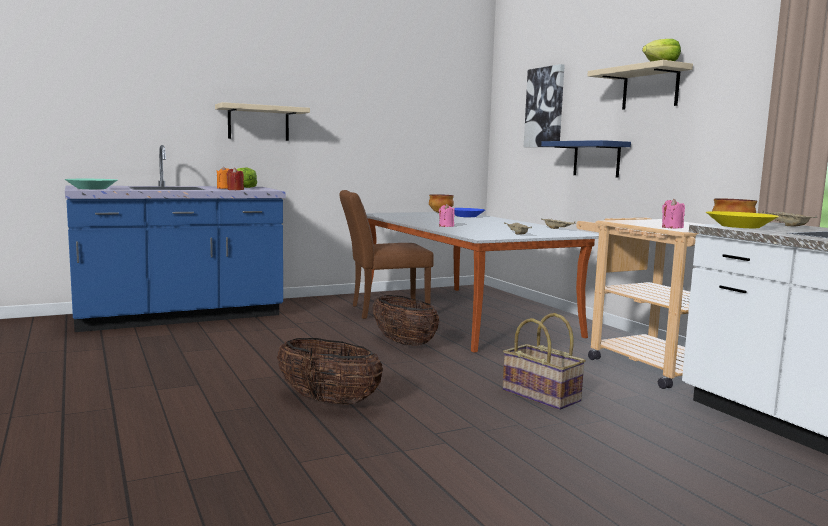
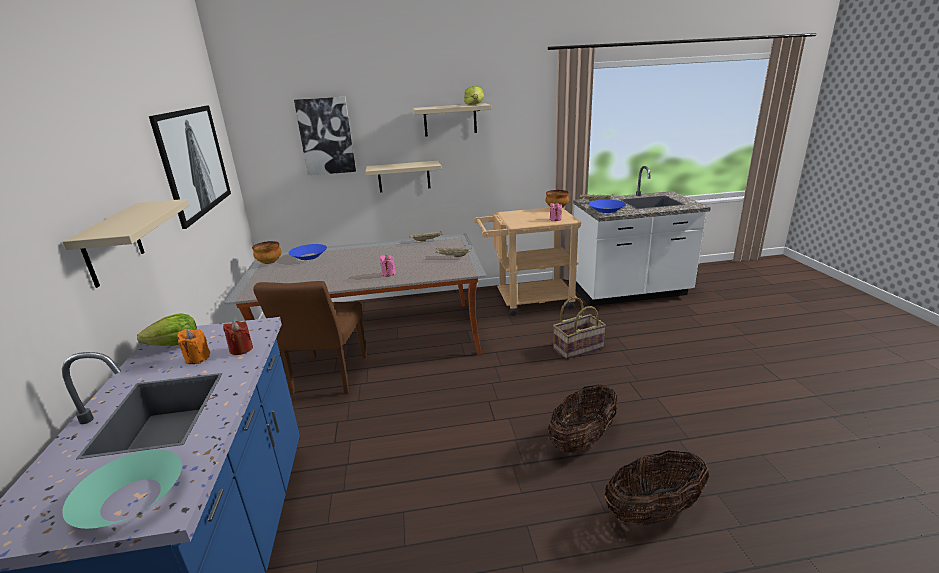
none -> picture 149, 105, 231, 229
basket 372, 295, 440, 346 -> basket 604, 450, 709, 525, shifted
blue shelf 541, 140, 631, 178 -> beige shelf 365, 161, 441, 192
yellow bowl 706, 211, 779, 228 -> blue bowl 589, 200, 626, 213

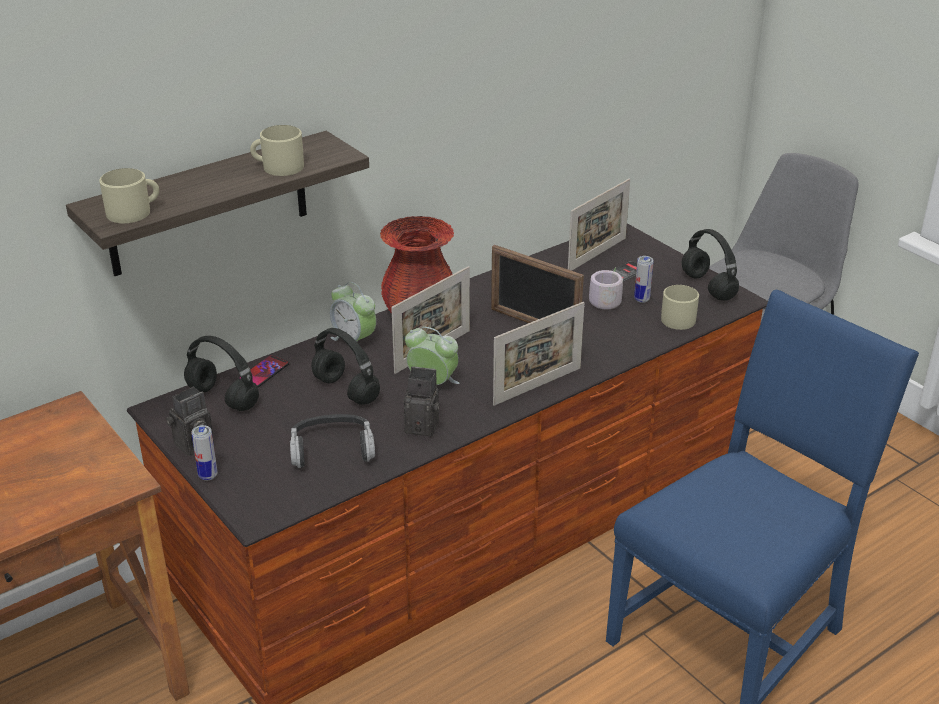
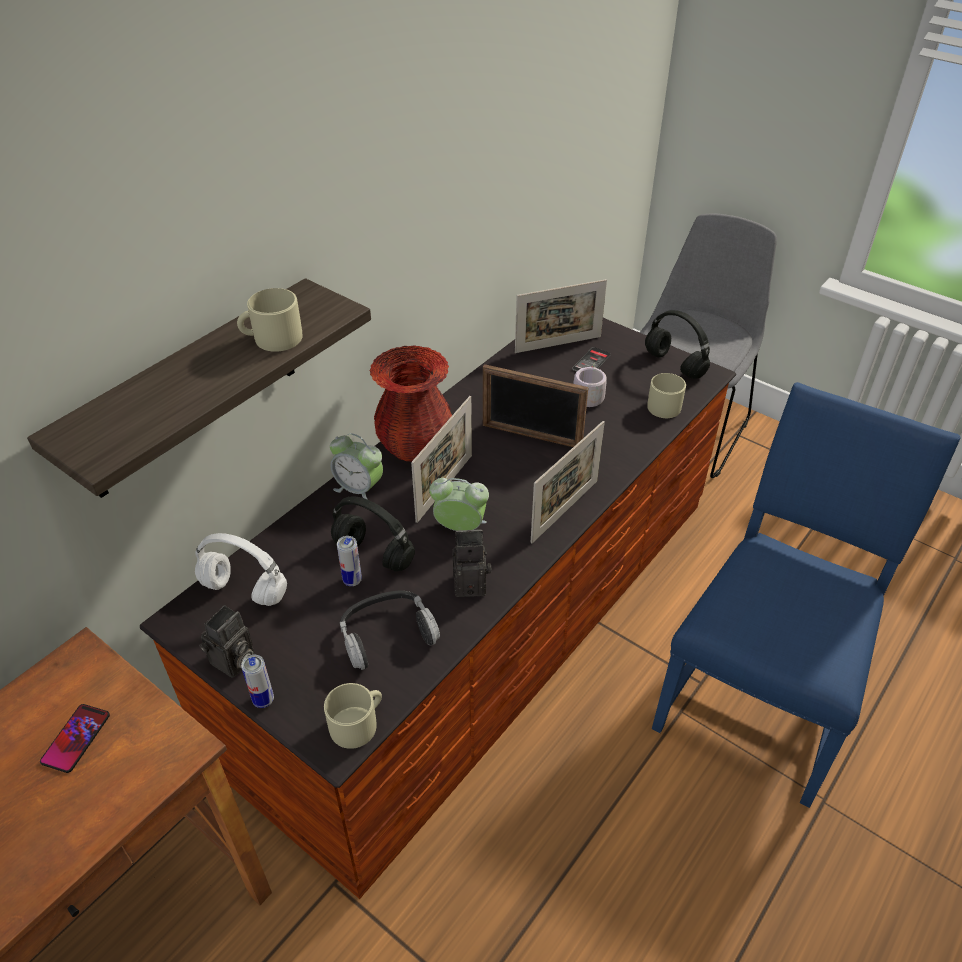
beige mug 99, 168, 159, 223 -> beige mug 324, 683, 382, 749, shifted
phone 239, 355, 289, 387 -> phone 40, 704, 110, 773, shifted
can 634, 256, 654, 303 -> can 337, 536, 362, 586, shifted
black headphones 184, 336, 259, 411 -> white headphones 195, 533, 287, 606
picture frame 568, 179, 630, 271 -> picture frame 515, 279, 607, 353, 45 degrees clockwise

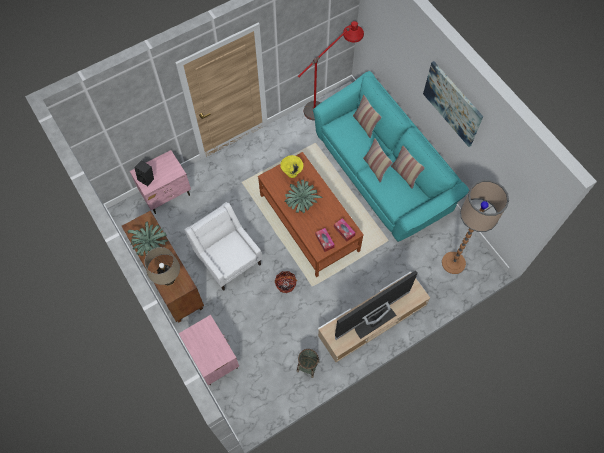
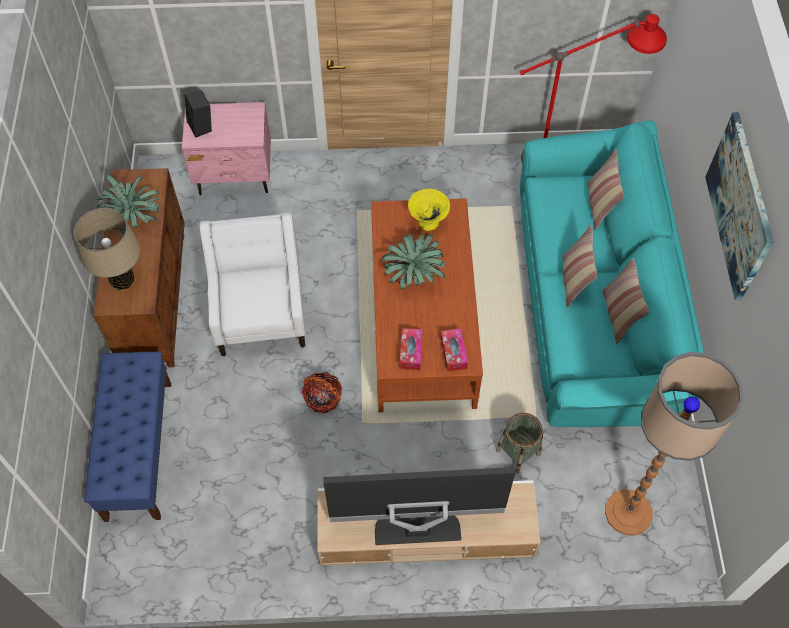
basket 297, 349, 319, 378 -> basket 496, 413, 543, 473, shifted
pink nightstand 178, 315, 239, 385 -> blue bench 84, 352, 171, 522

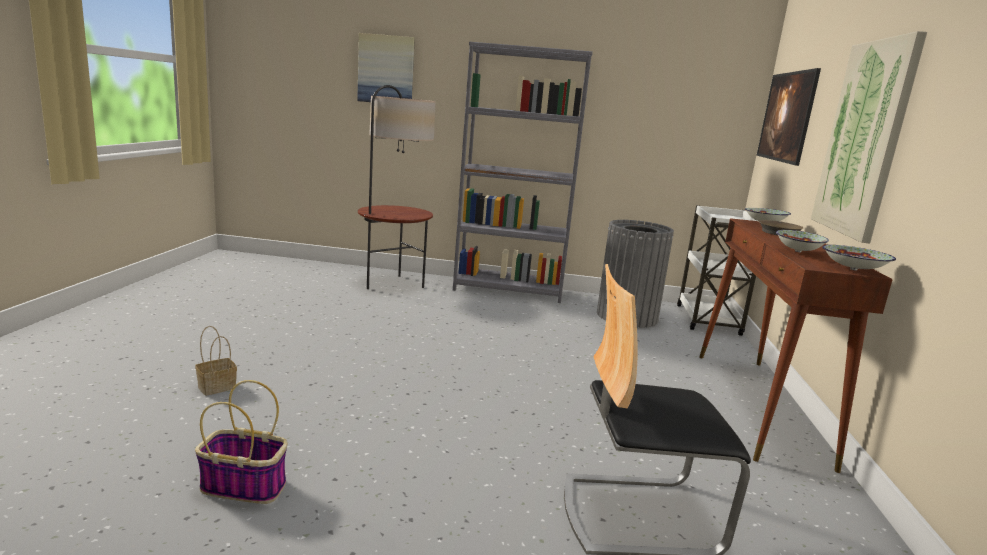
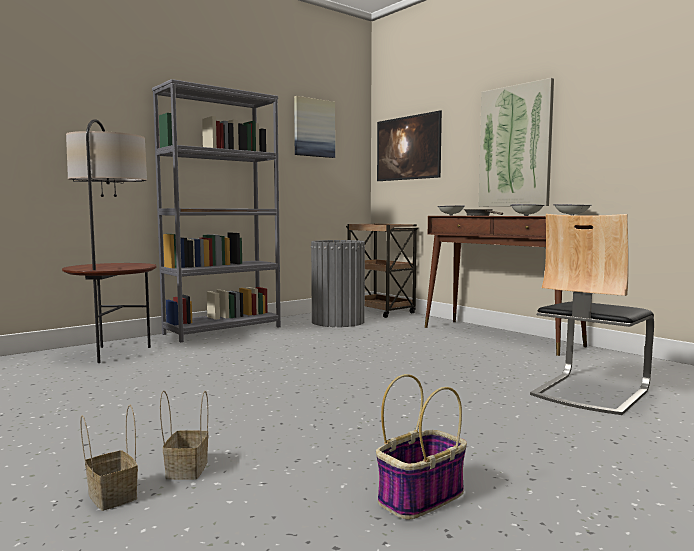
none -> basket 80, 405, 138, 511
picture 357, 33, 415, 102 -> picture 294, 96, 335, 158, shifted
white cart 677, 205, 757, 336 -> brown cart 346, 224, 419, 318

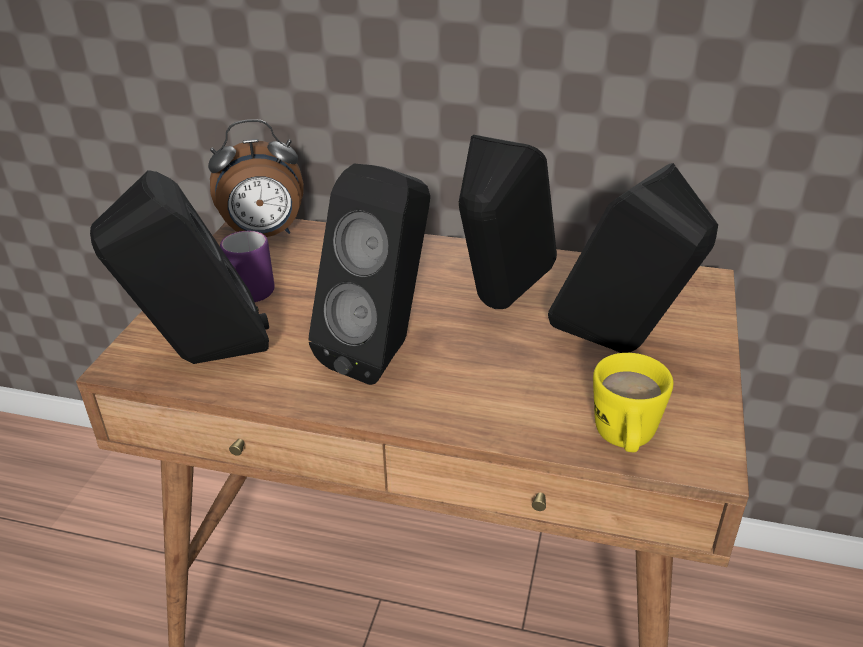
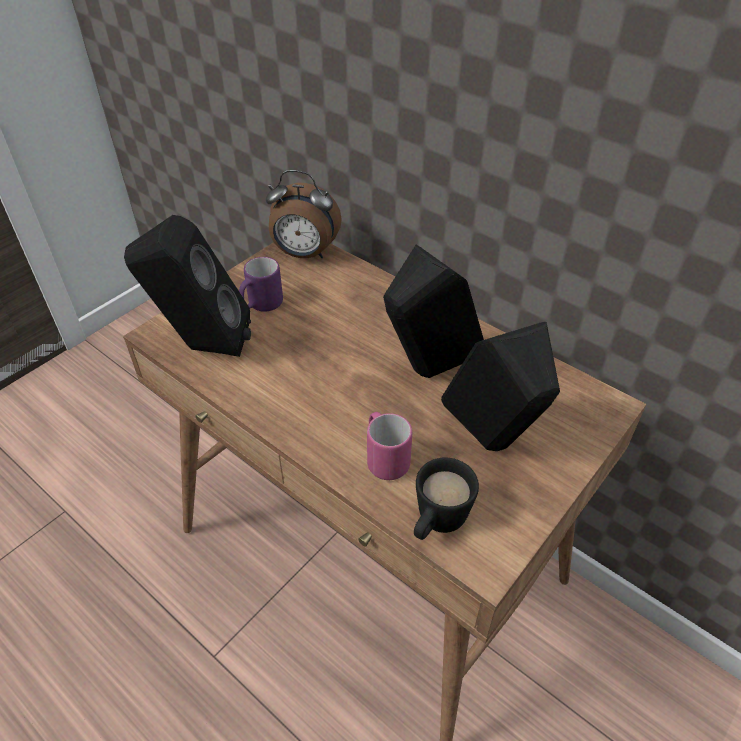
black speaker 309, 164, 430, 385 -> none
none -> pink mug 367, 412, 412, 480
yellow mug 593, 353, 673, 452 -> black mug 414, 457, 479, 540

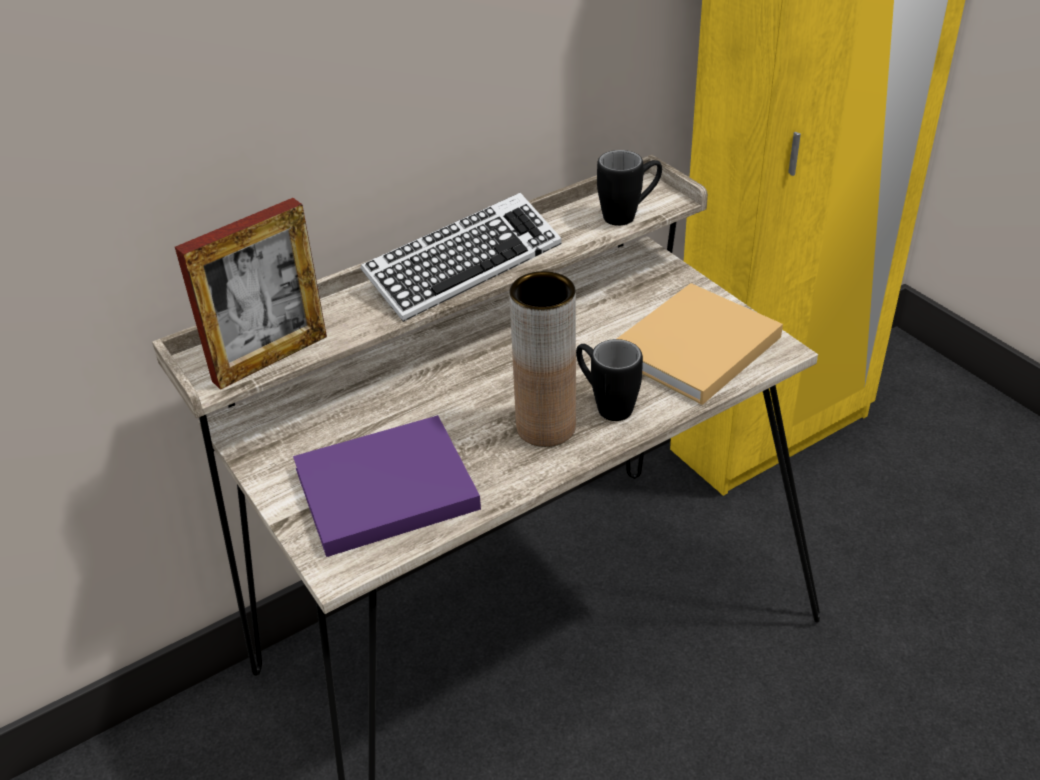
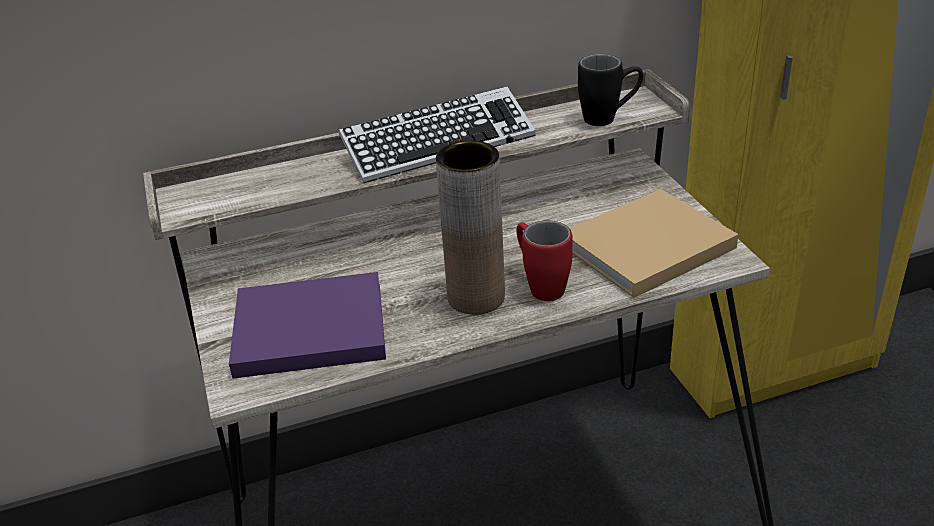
picture frame 175, 198, 327, 390 -> none
black mug 576, 339, 643, 421 -> red mug 516, 221, 573, 301

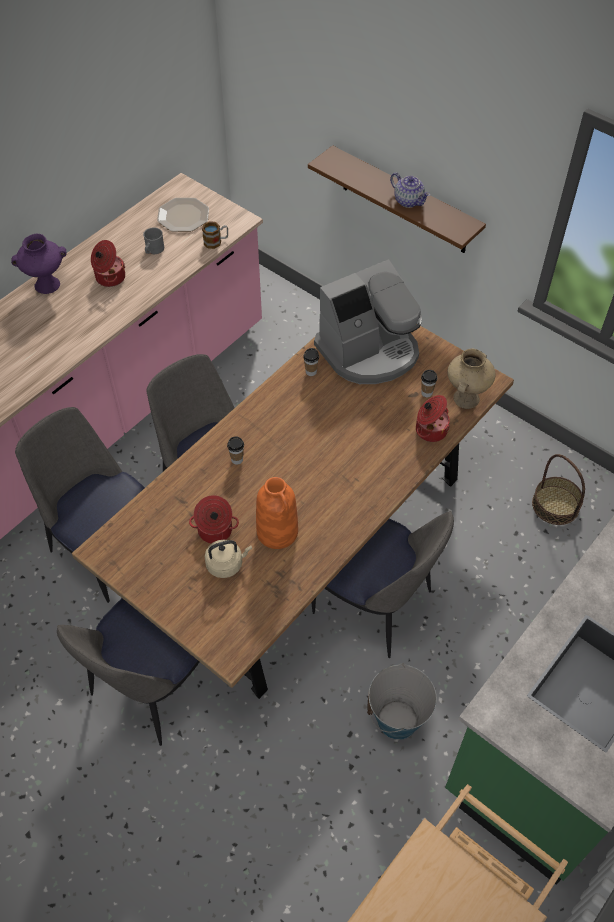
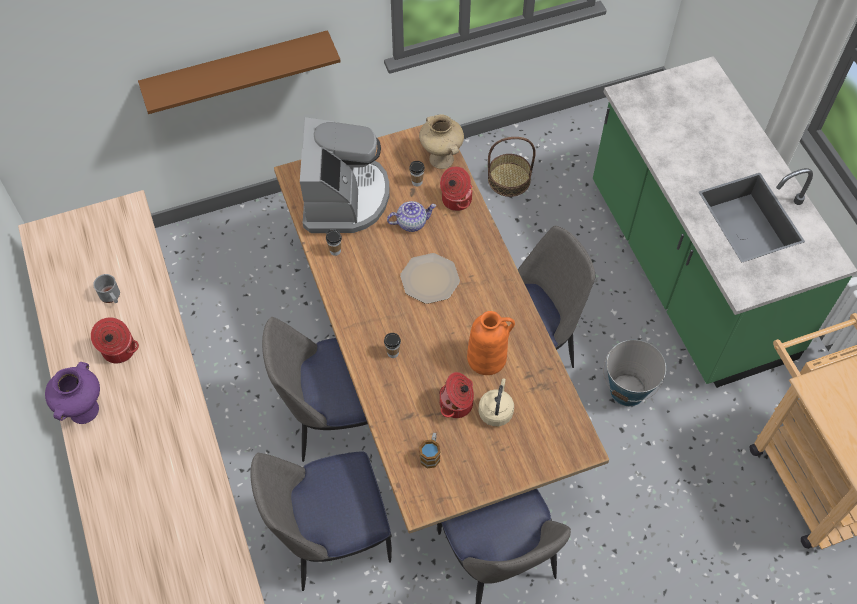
plate 157, 198, 209, 232 -> plate 400, 253, 460, 304, shifted
mug 202, 221, 228, 249 -> mug 419, 433, 440, 468, shifted
teapot 390, 172, 430, 208 -> teapot 387, 201, 436, 232, shifted

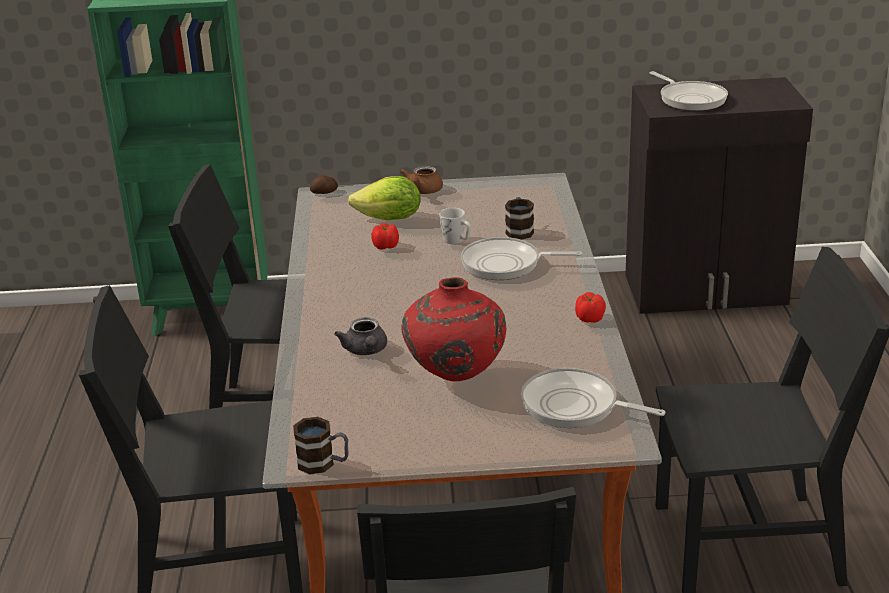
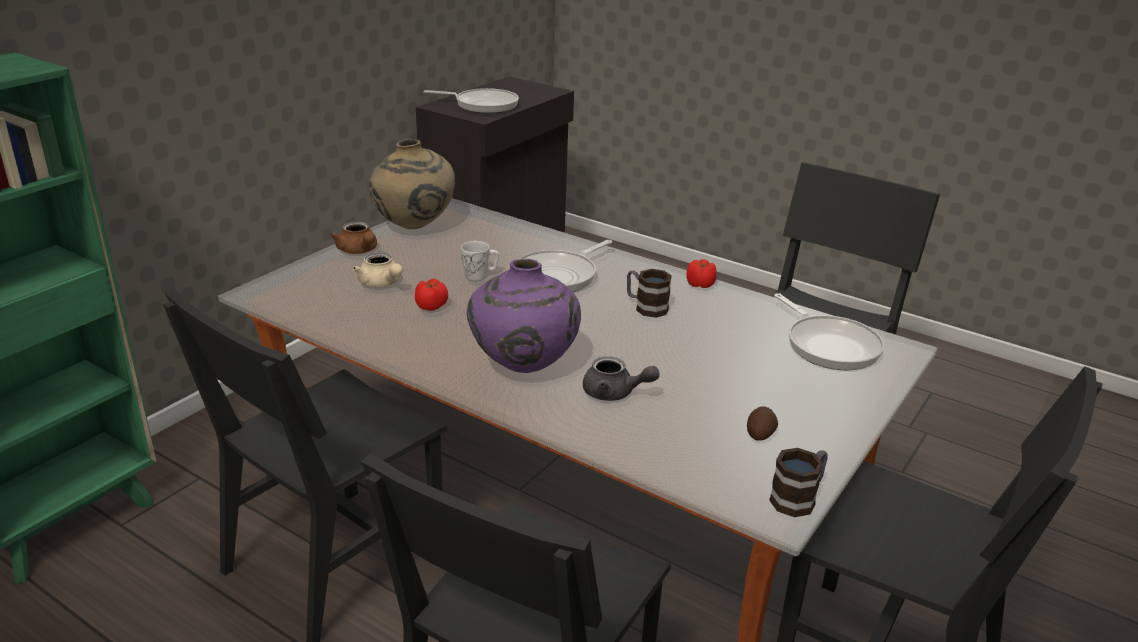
red vase 401, 277, 506, 382 -> none
none -> beige vase 369, 139, 455, 229
none -> purple vase 467, 259, 581, 373
potato 310, 175, 338, 194 -> potato 747, 407, 778, 441, shifted
mug 505, 197, 534, 240 -> mug 627, 269, 672, 318, shifted
lettuce 348, 176, 420, 220 -> beige teapot 353, 252, 403, 287
frying pan 521, 368, 665, 428 -> frying pan 774, 293, 884, 370, 90 degrees counterclockwise

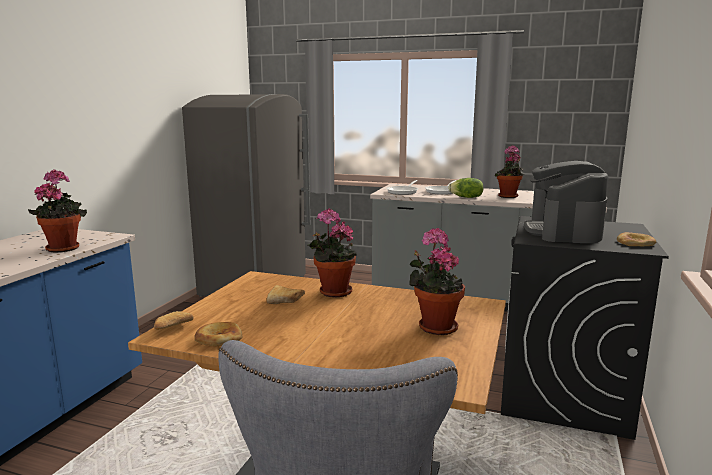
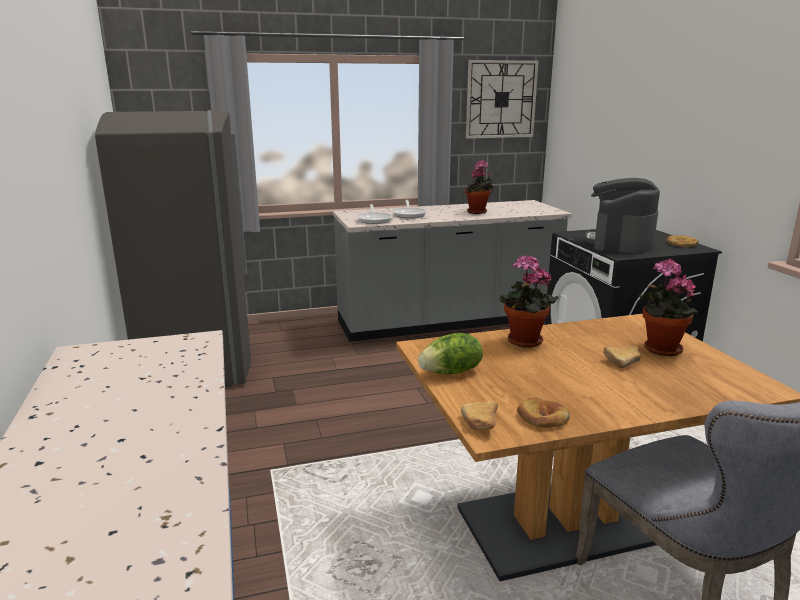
potted plant 28, 169, 87, 252 -> none
none -> wall clock 466, 60, 539, 139
bread 267, 285, 305, 304 -> bread 604, 345, 641, 368, shifted
lettuce 448, 178, 484, 198 -> lettuce 418, 333, 483, 374, shifted
coffee machine 524, 161, 608, 243 -> coffee machine 585, 178, 660, 253, 45 degrees clockwise

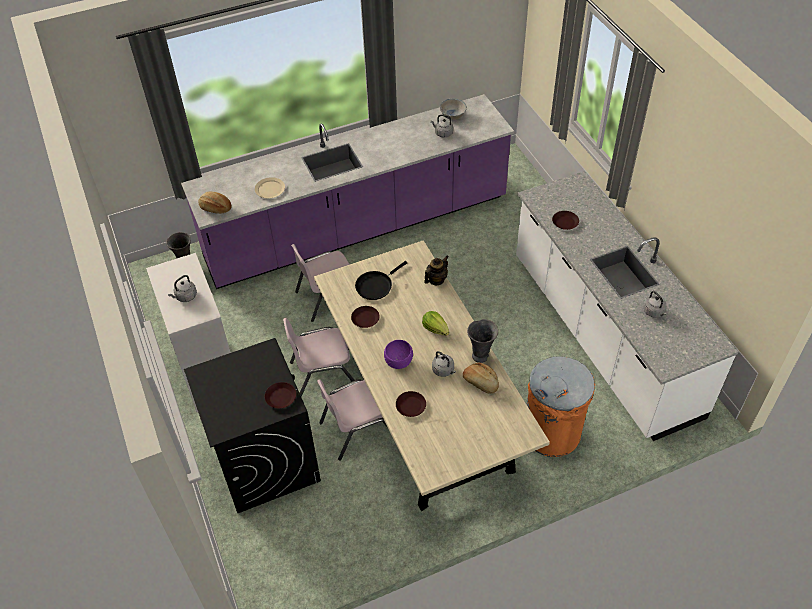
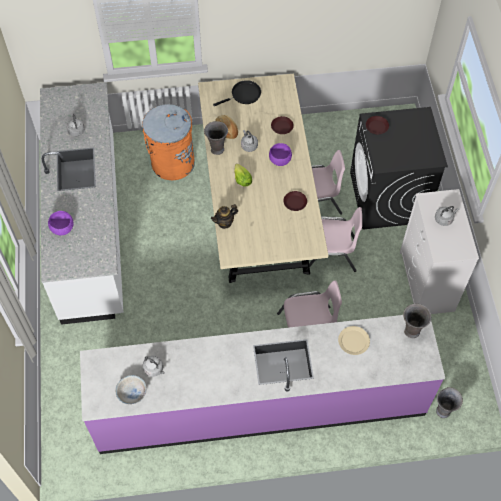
brown plate 552, 211, 579, 230 -> none
none -> purple bowl 48, 211, 74, 235
black frying pan 355, 261, 408, 300 -> black frying pan 213, 80, 261, 106, shifted
bread 198, 192, 232, 214 -> grey vase 403, 304, 431, 338

